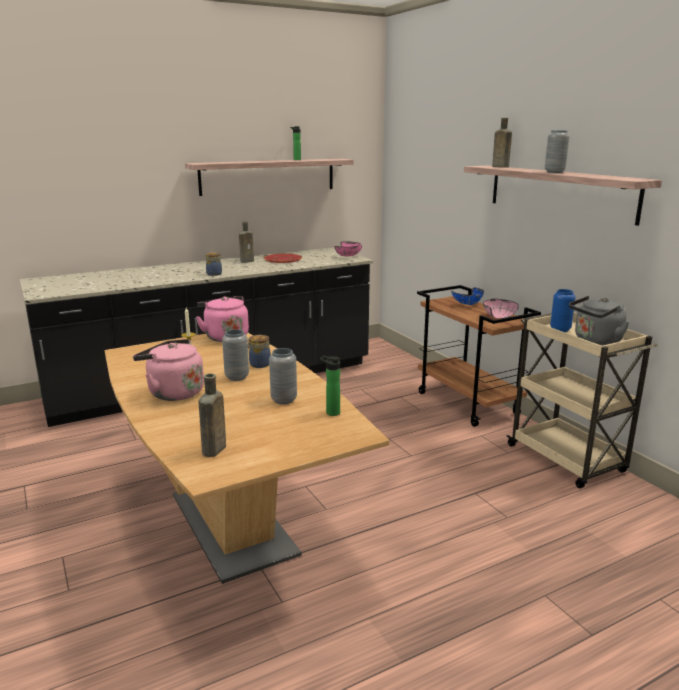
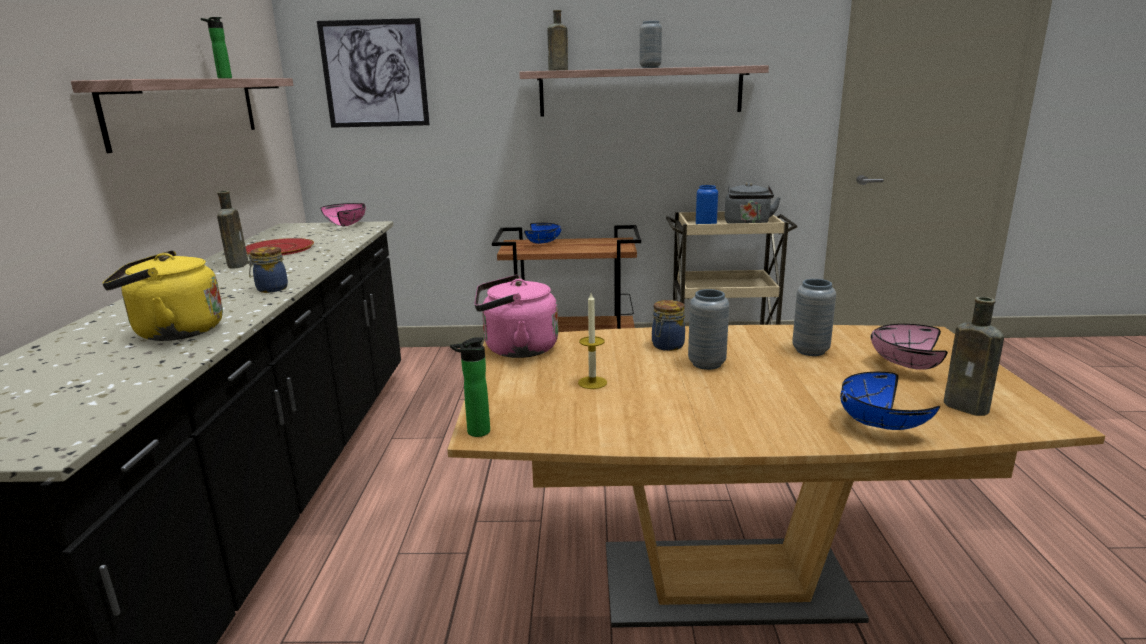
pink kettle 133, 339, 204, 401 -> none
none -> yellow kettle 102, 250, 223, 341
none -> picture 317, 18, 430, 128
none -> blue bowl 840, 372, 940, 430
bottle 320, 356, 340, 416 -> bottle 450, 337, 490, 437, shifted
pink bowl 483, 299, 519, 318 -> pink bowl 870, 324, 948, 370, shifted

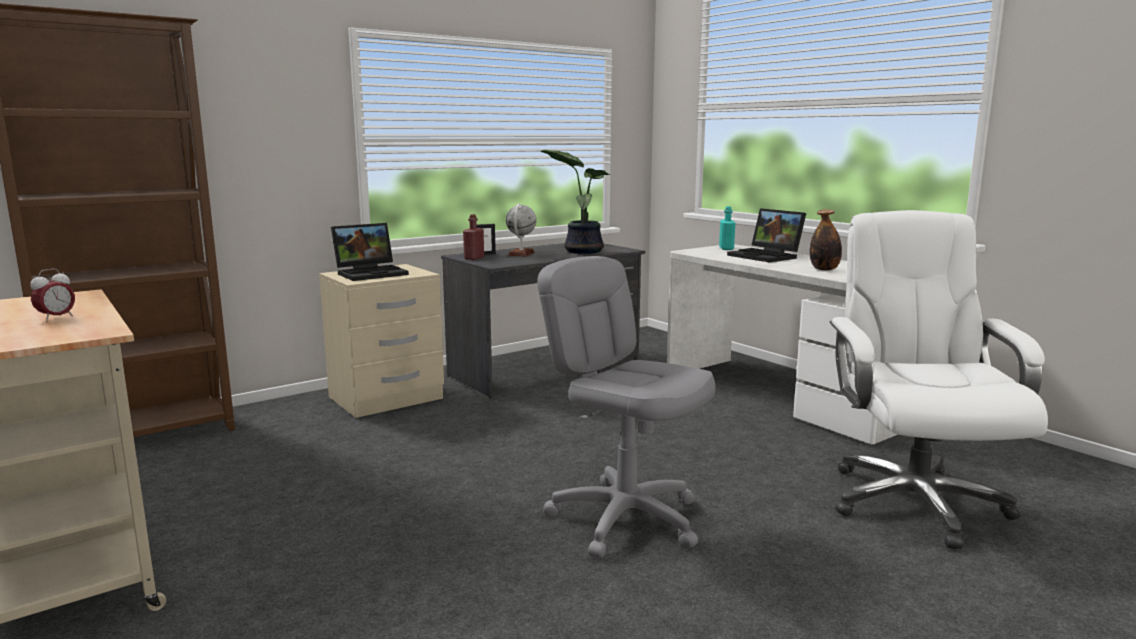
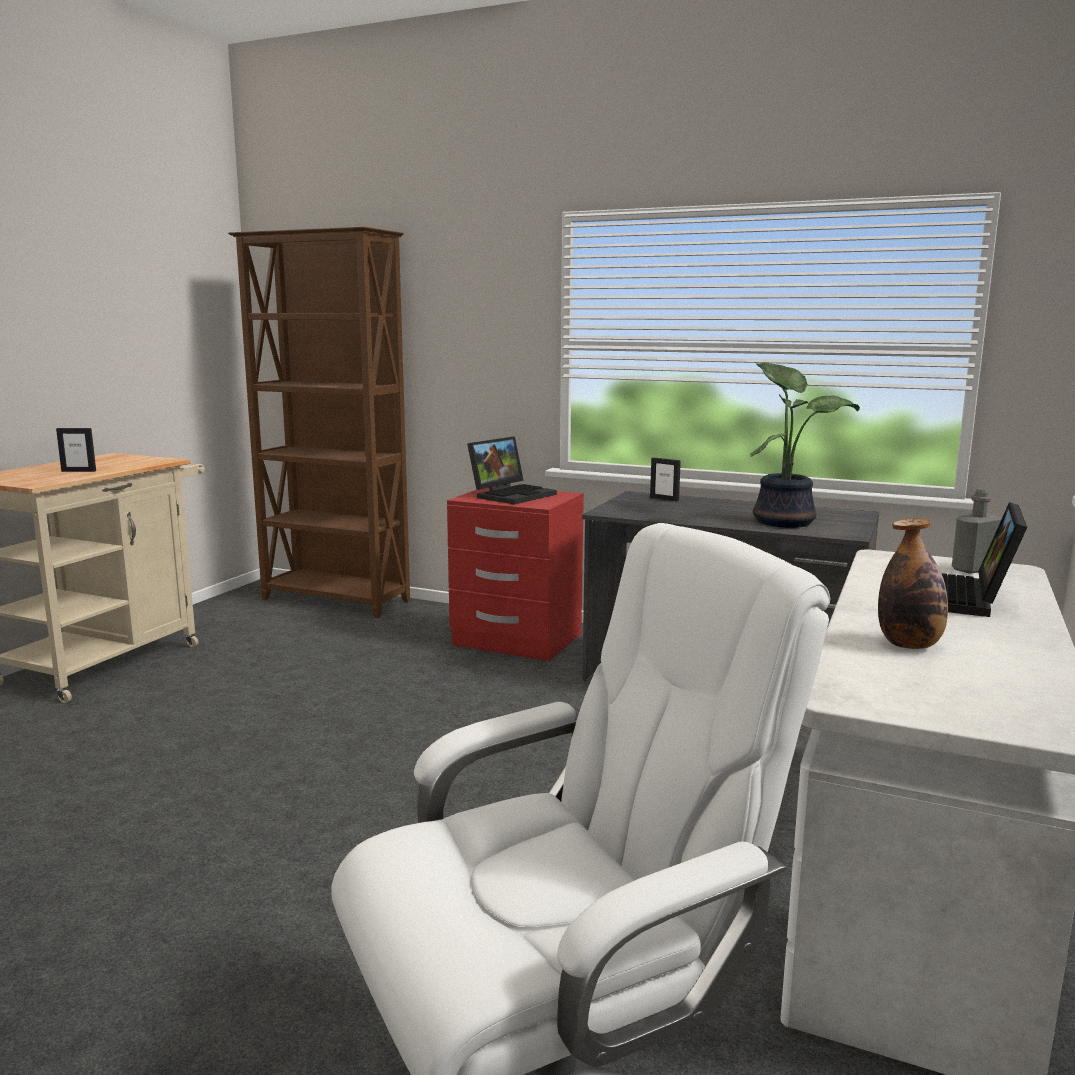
red bottle 463, 214, 484, 260 -> none
globe 506, 203, 536, 257 -> none
grey office chair 537, 256, 716, 558 -> none
alarm clock 30, 268, 75, 322 -> picture frame 56, 428, 96, 472
beige nightstand 319, 264, 444, 418 -> red nightstand 447, 488, 584, 661
turquoise bottle 719, 206, 735, 250 -> grey bottle 952, 488, 1001, 574
laptop 331, 223, 409, 281 -> laptop 467, 436, 557, 504, 75 degrees counterclockwise

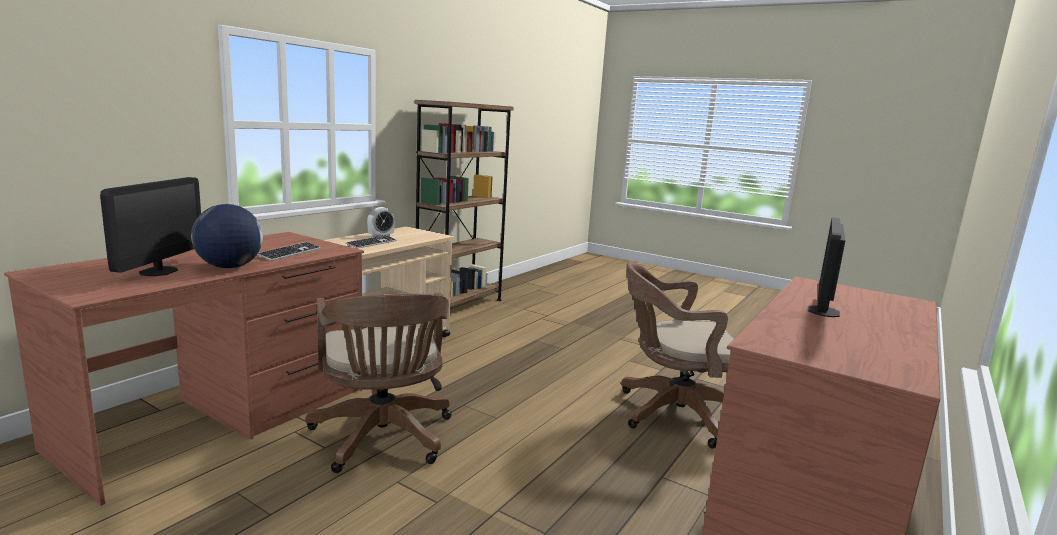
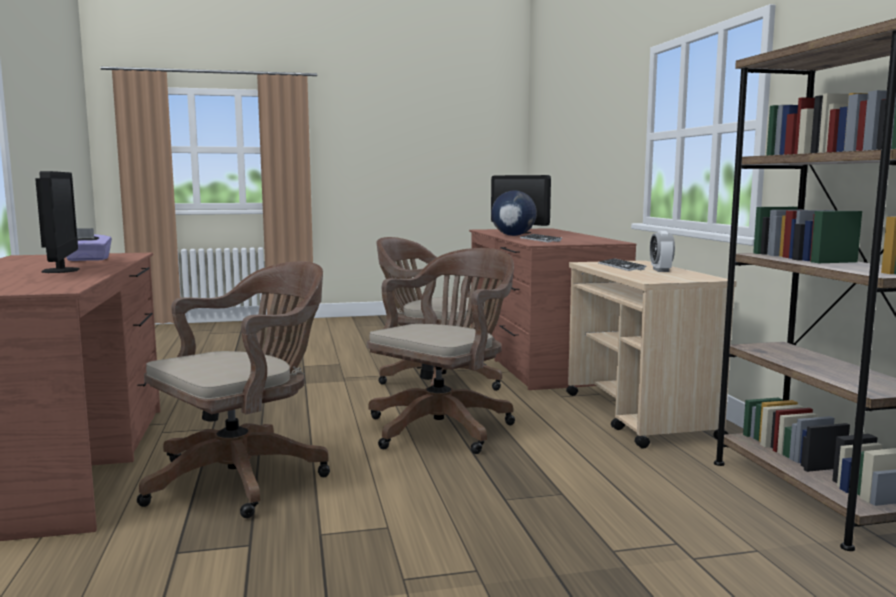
none -> purple tissue box 67, 228, 112, 261
none -> brown office chair 367, 248, 515, 454

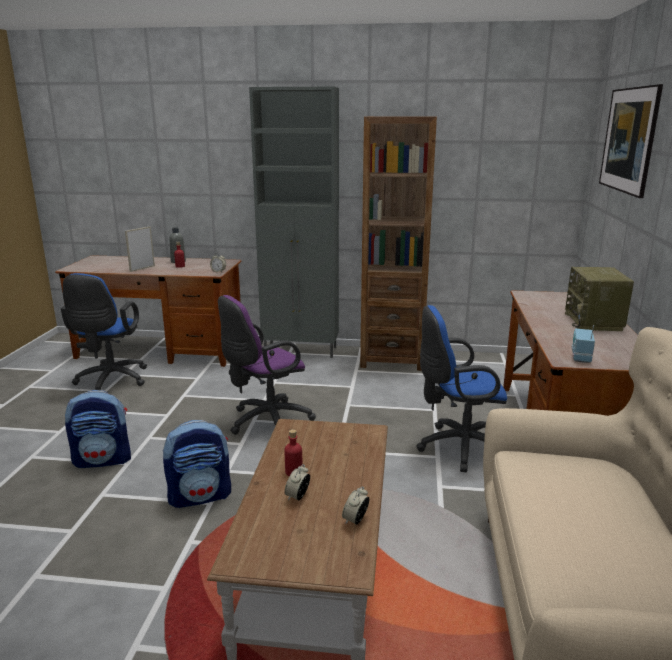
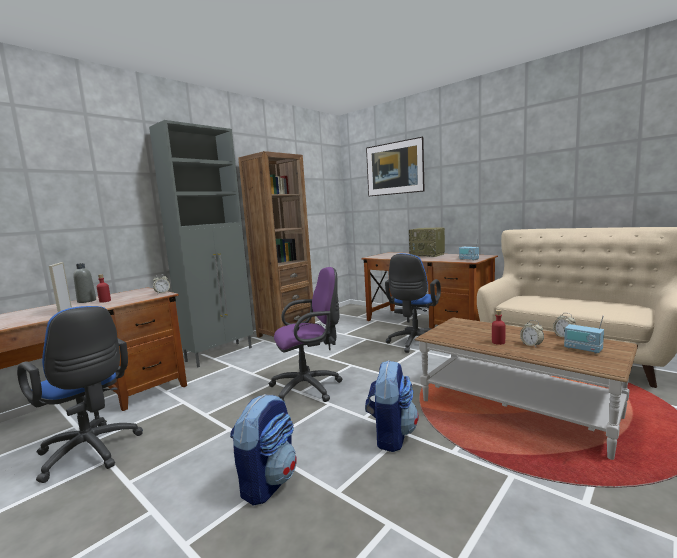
none -> radio 564, 316, 604, 354
purple office chair 218, 295, 316, 435 -> purple office chair 268, 267, 343, 402, 105 degrees counterclockwise

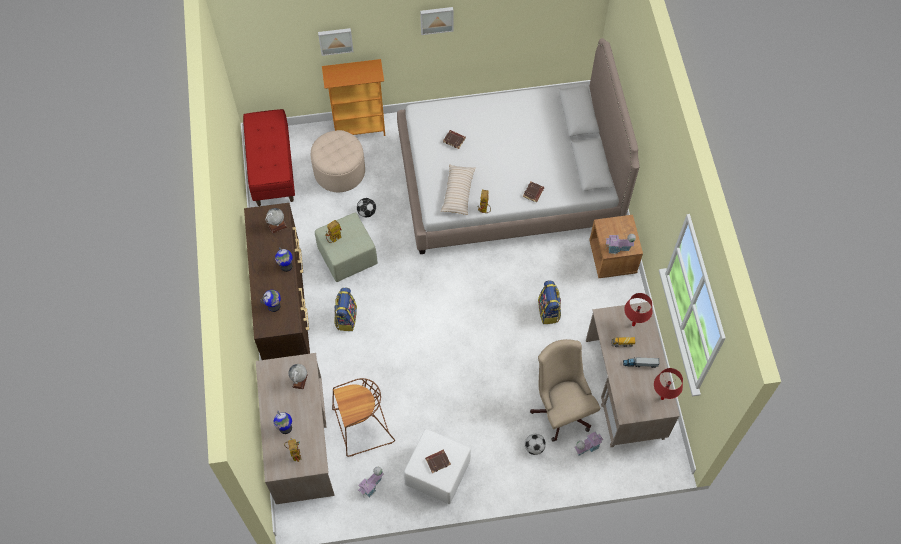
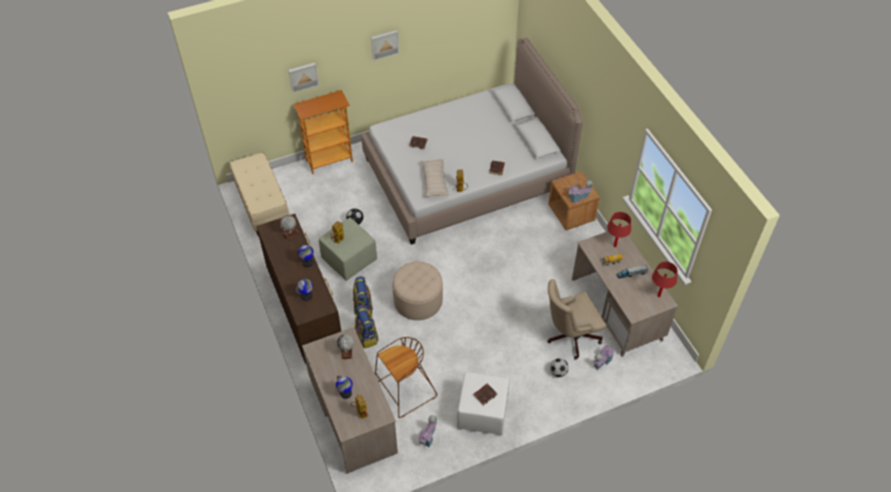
beige ottoman 311, 130, 365, 192 -> beige ottoman 392, 261, 443, 320, shifted
backpack 538, 281, 561, 324 -> backpack 355, 306, 378, 349, shifted
red bench 243, 109, 295, 206 -> beige bench 230, 152, 289, 237
beige office chair 530, 339, 600, 442 -> beige office chair 547, 279, 606, 360, 75 degrees counterclockwise

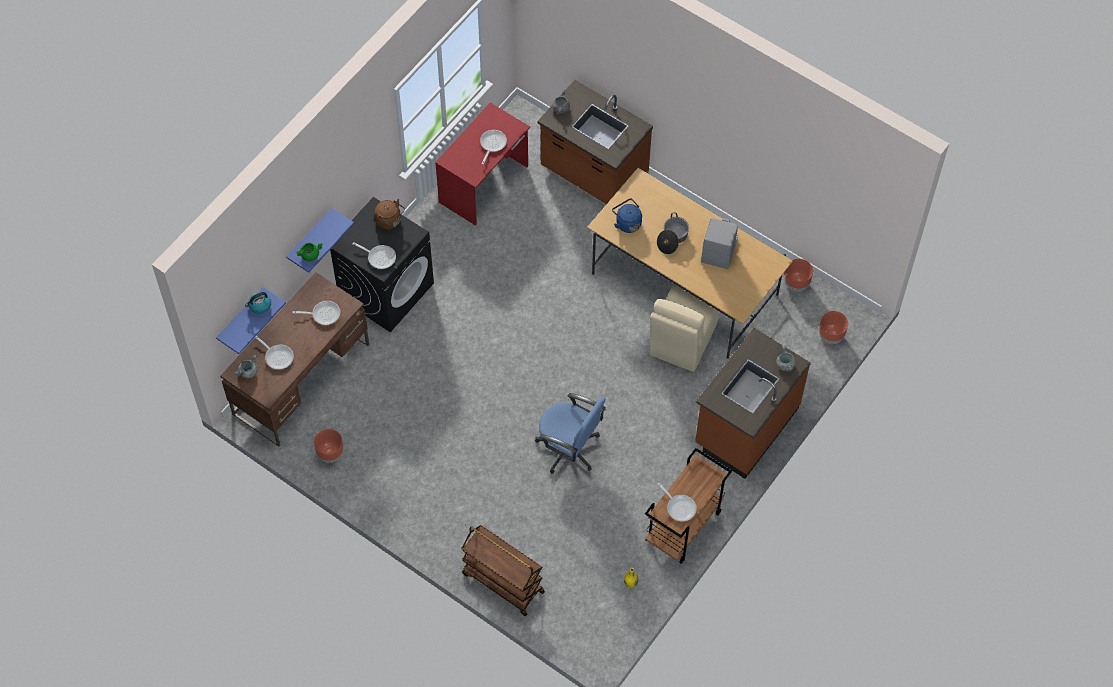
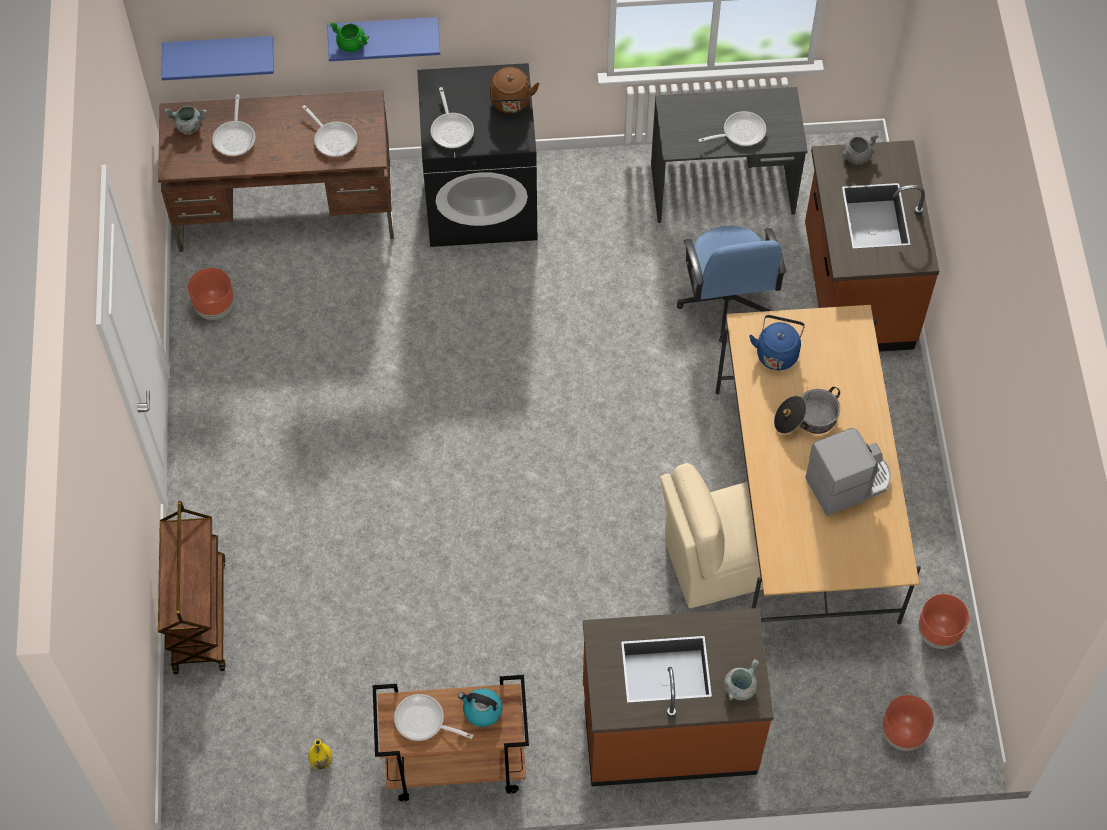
kettle 245, 292, 271, 314 -> kettle 458, 689, 502, 727, shifted
blue office chair 535, 393, 606, 474 -> blue office chair 677, 226, 786, 342, shifted
red desk 435, 103, 530, 226 -> grey desk 651, 87, 808, 223
frying pan 658, 483, 697, 522 -> frying pan 394, 694, 473, 741, 105 degrees clockwise

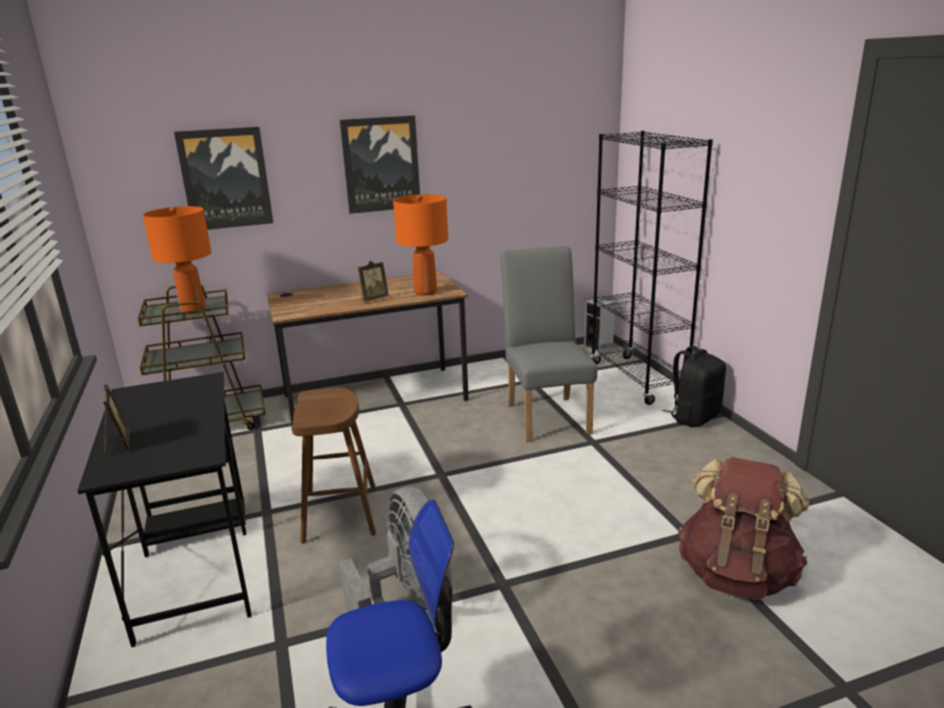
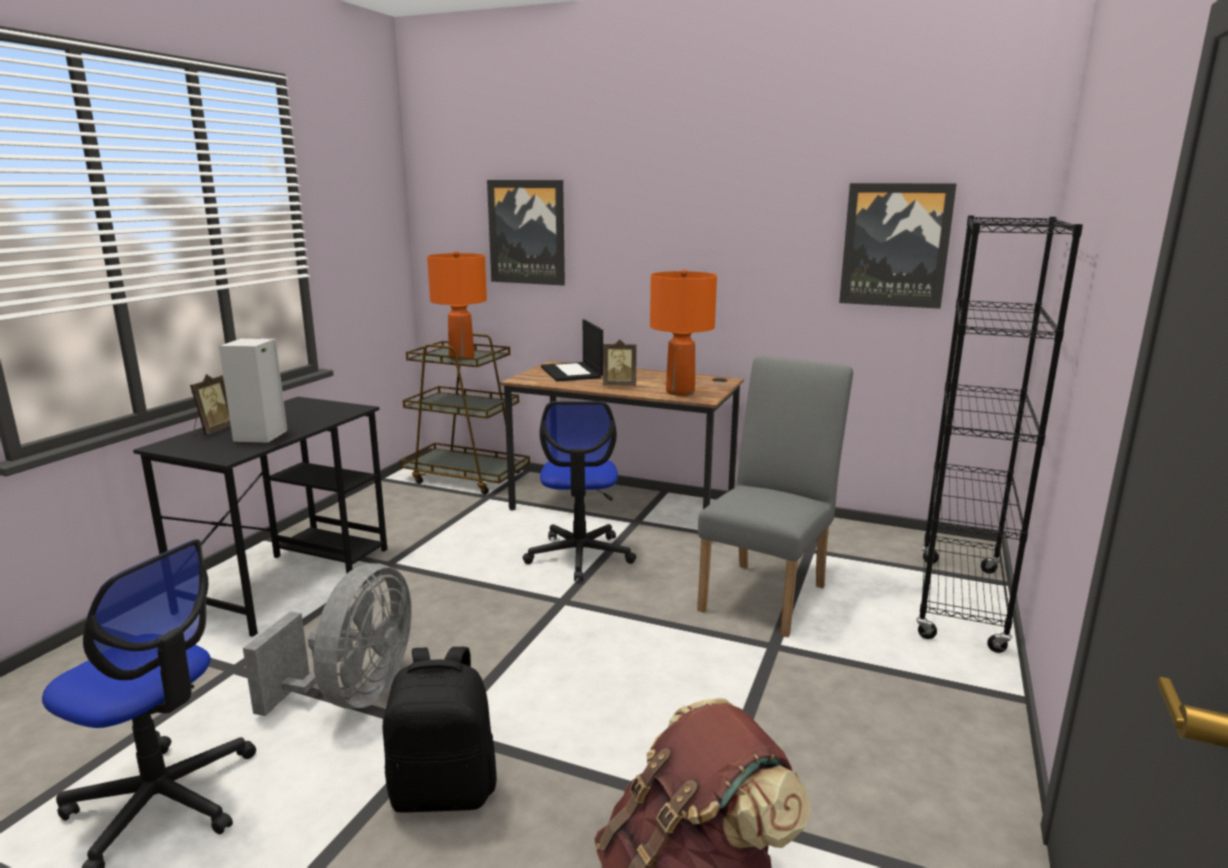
brown stool 291, 388, 376, 544 -> none
none -> office chair 523, 401, 636, 581
none -> laptop 541, 319, 603, 381
picture 340, 115, 420, 214 -> picture 839, 183, 957, 309, shifted
speaker 584, 298, 615, 356 -> speaker 219, 338, 287, 443, shifted
black backpack 662, 345, 726, 427 -> black backpack 383, 647, 497, 813, shifted

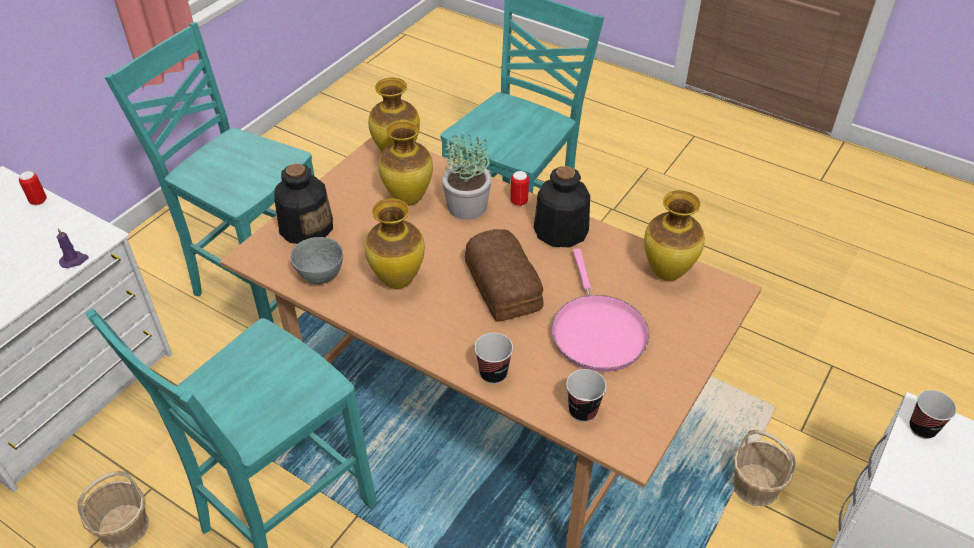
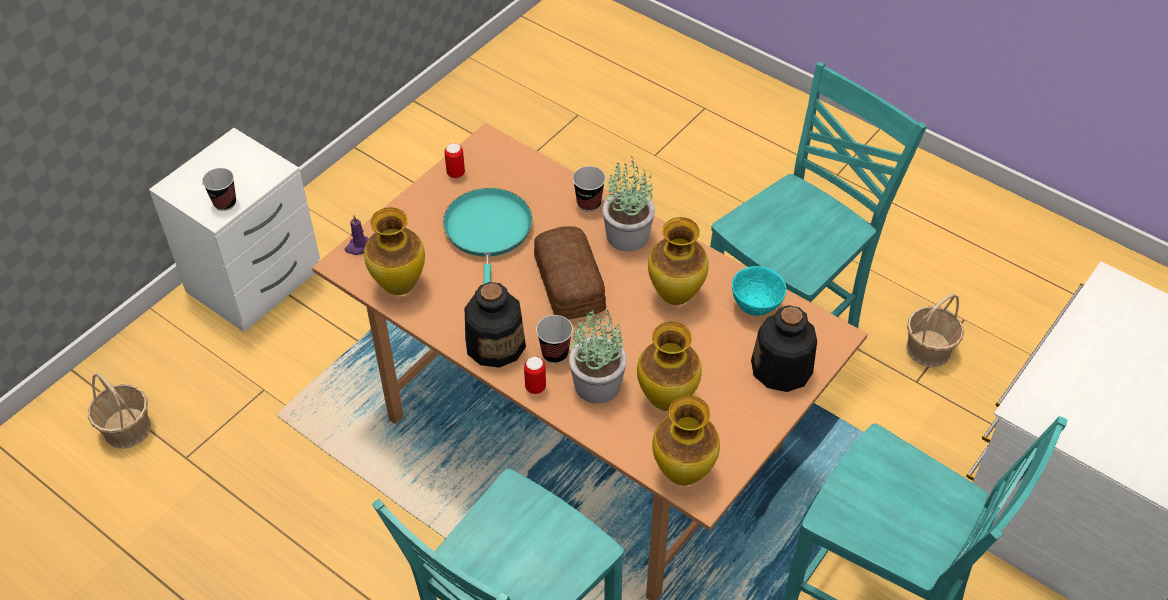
none -> potted plant 602, 156, 655, 252
can 19, 171, 47, 205 -> can 444, 143, 465, 178, shifted
purple candle 56, 228, 89, 268 -> purple candle 345, 215, 369, 255, shifted
cup 566, 369, 606, 422 -> cup 536, 315, 573, 364, shifted
basket 733, 430, 796, 506 -> basket 88, 372, 151, 449, shifted
grey bowl 290, 237, 343, 284 -> turquoise bowl 732, 266, 786, 316
pink frying pan 552, 248, 649, 372 -> turquoise frying pan 443, 188, 532, 284

